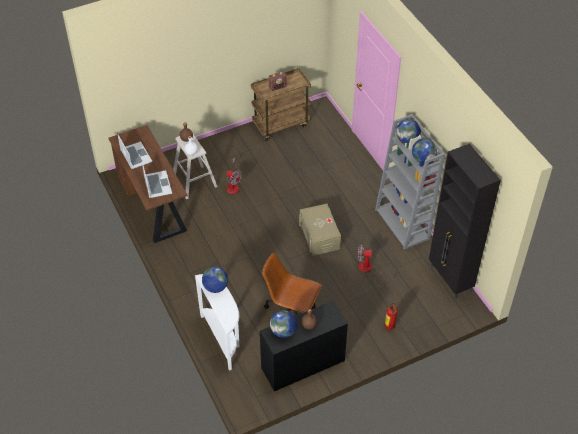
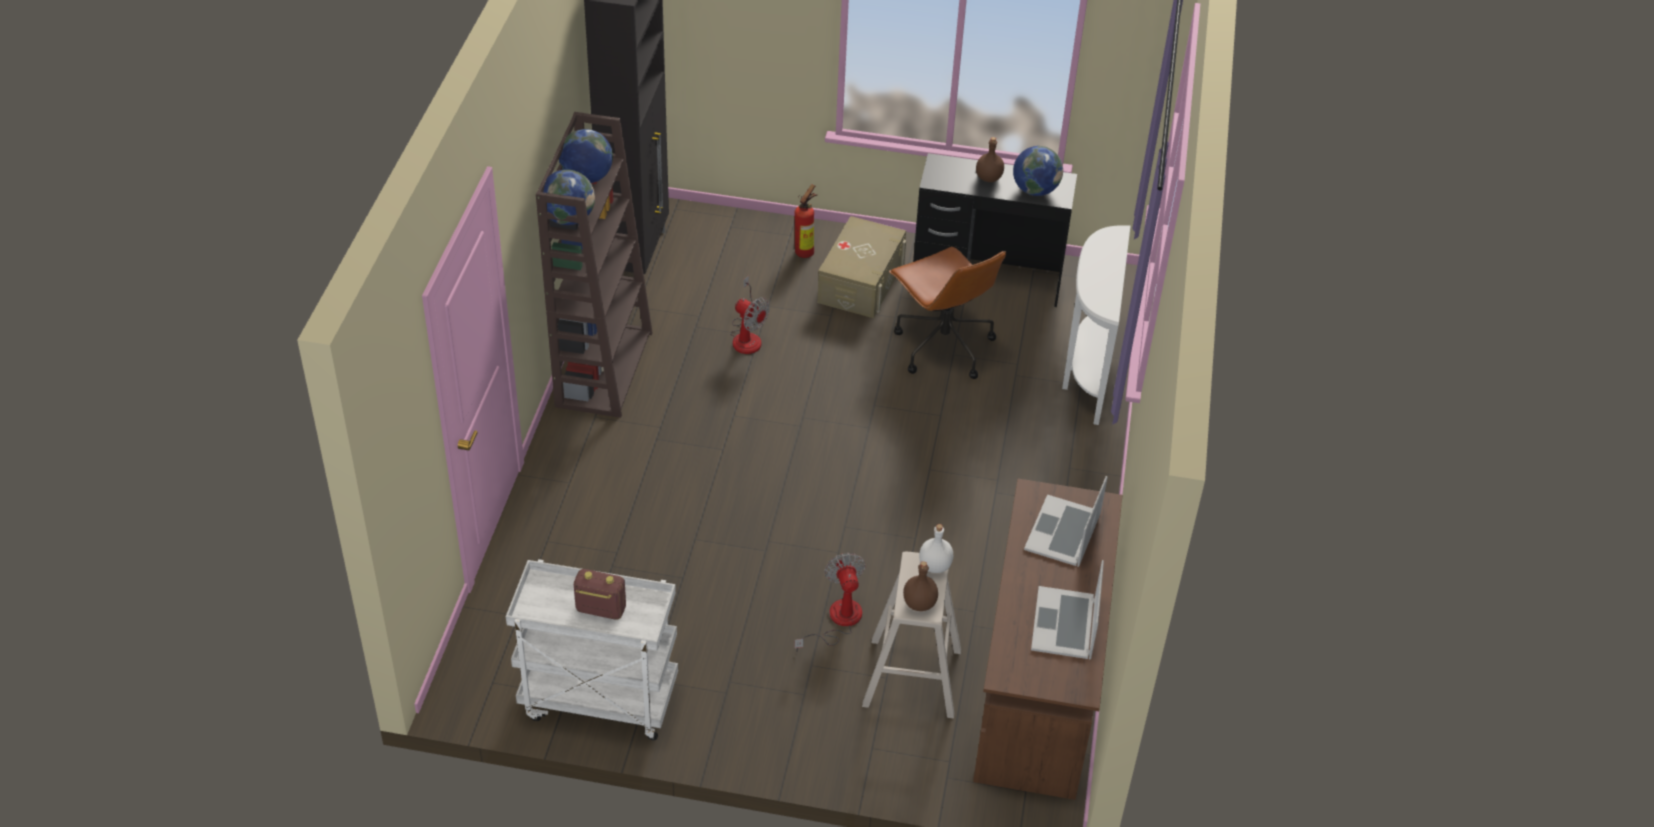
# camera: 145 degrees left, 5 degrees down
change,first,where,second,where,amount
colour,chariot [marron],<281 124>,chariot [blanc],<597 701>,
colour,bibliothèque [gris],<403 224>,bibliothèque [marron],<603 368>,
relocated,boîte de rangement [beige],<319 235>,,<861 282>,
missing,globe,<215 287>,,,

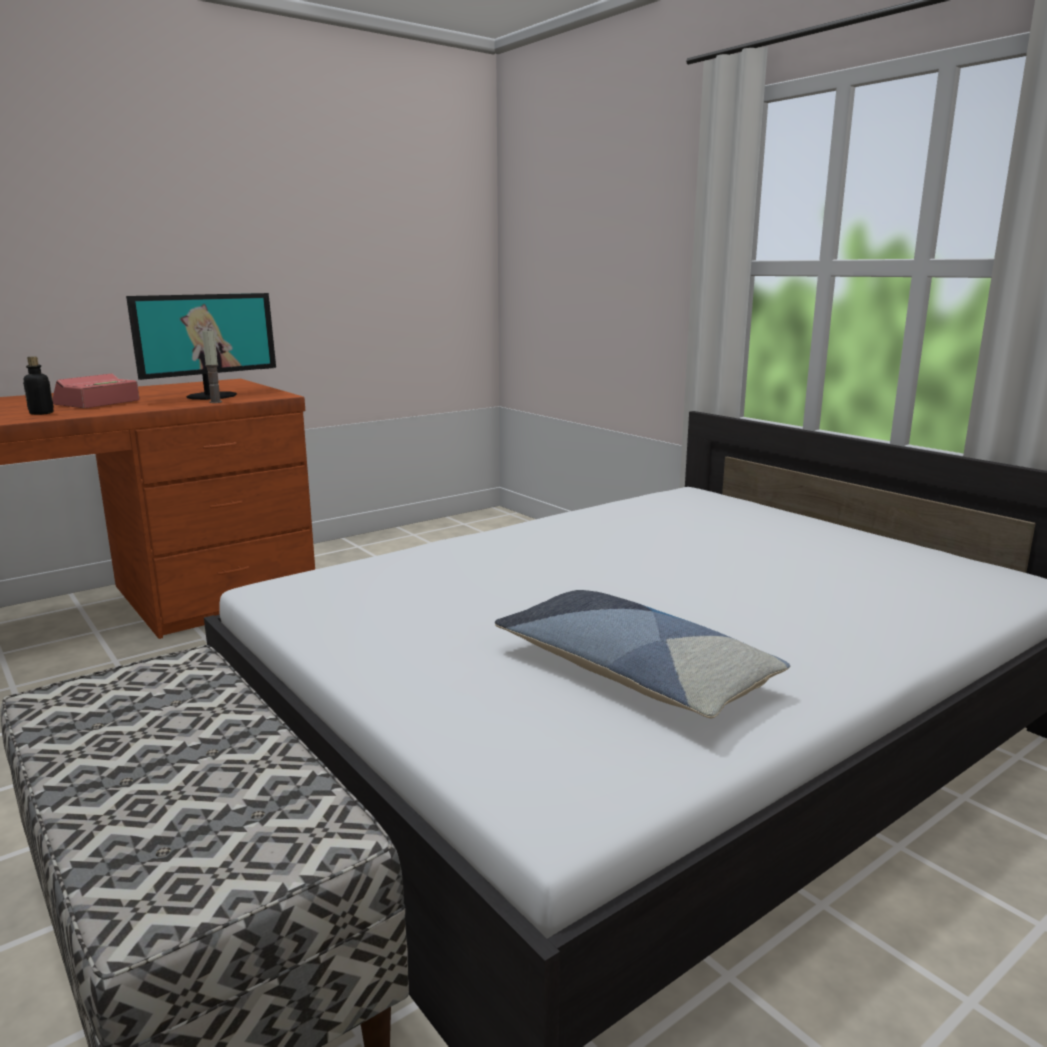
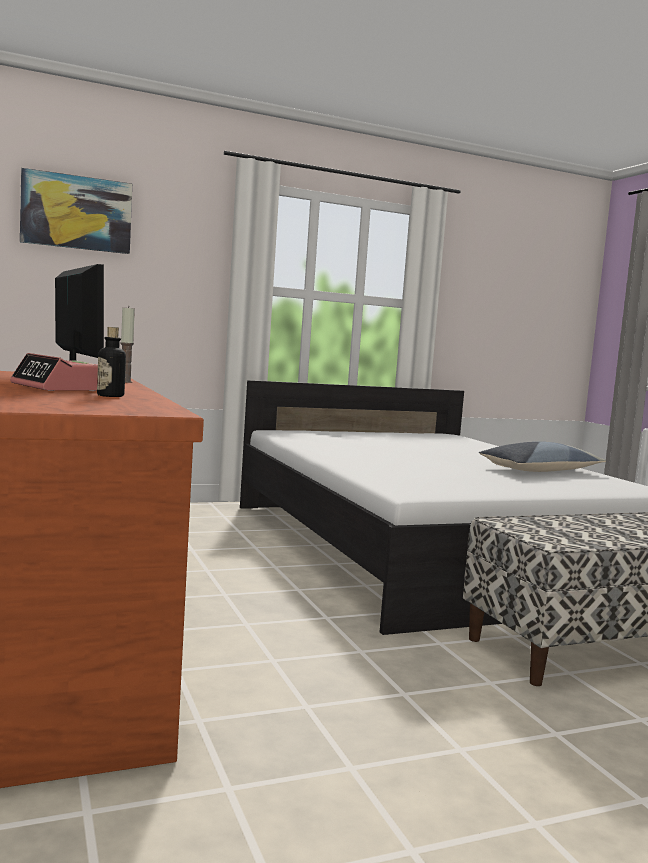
# camera: 75 degrees left, 10 degrees down
change,first,where,second,where,amount
appeared,,,tableau,<76 212>,

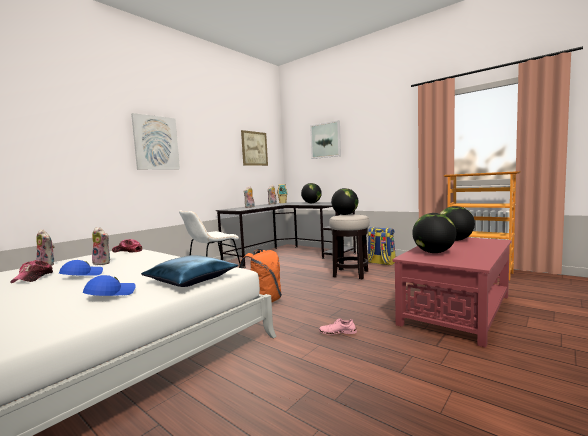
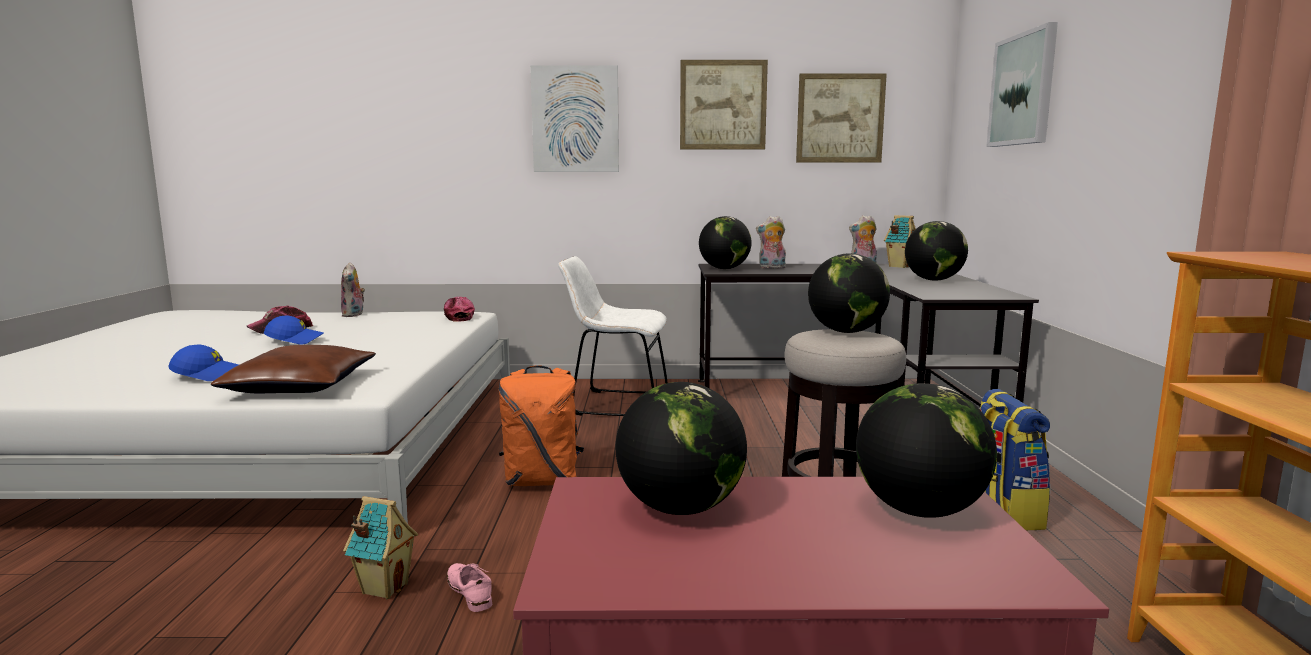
# camera: 50 degrees right, 5 degrees up
change,first,where,second,where,amount
missing,peluche,<103 263>,,,
colour,coussin [bleu],<190 280>,coussin [marron],<301 385>,
appeared,,,tableau,<723 105>,
appeared,,,globe,<724 268>,
appeared,,,maison miniature,<384 588>,

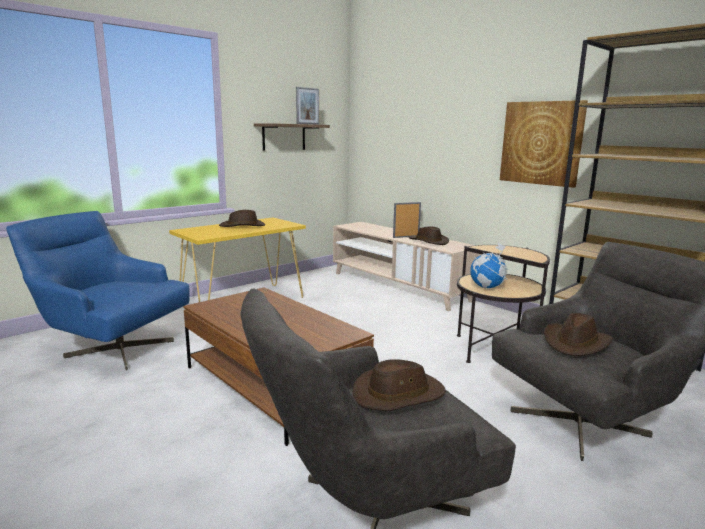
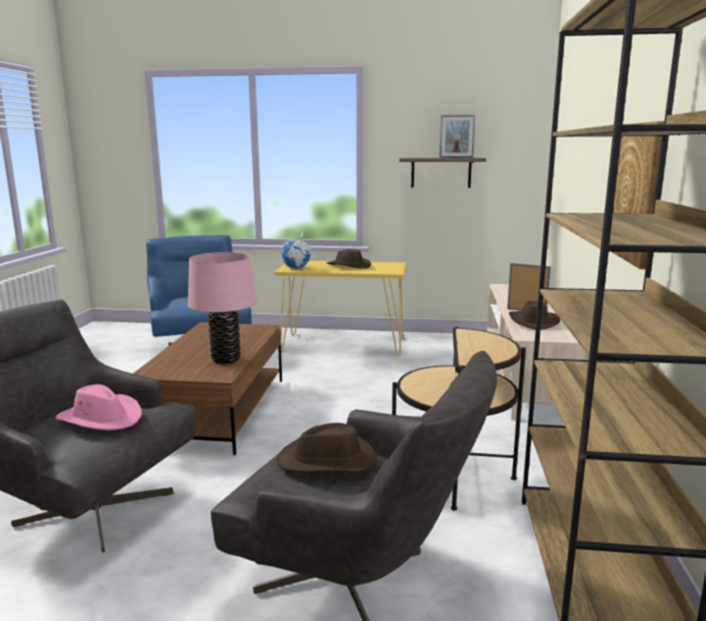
# camera: 50 degrees right, 0 degrees up
change,first,where,second,where,amount
relocated,globe,<487 287>,,<296 268>,
colour,chapeau [marron],<398 394>,chapeau [rose],<101 418>,
appeared,,,lampe de table [rose],<226 359>,

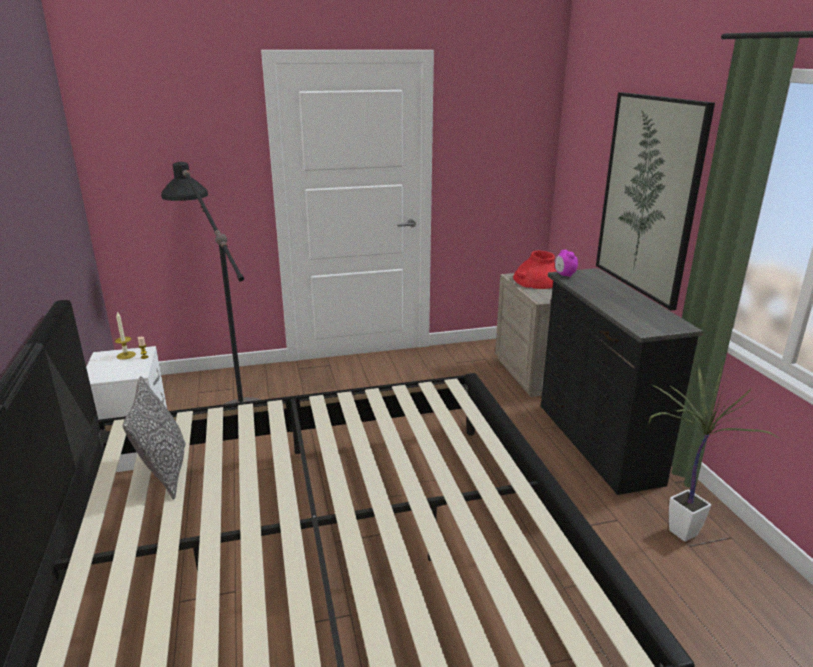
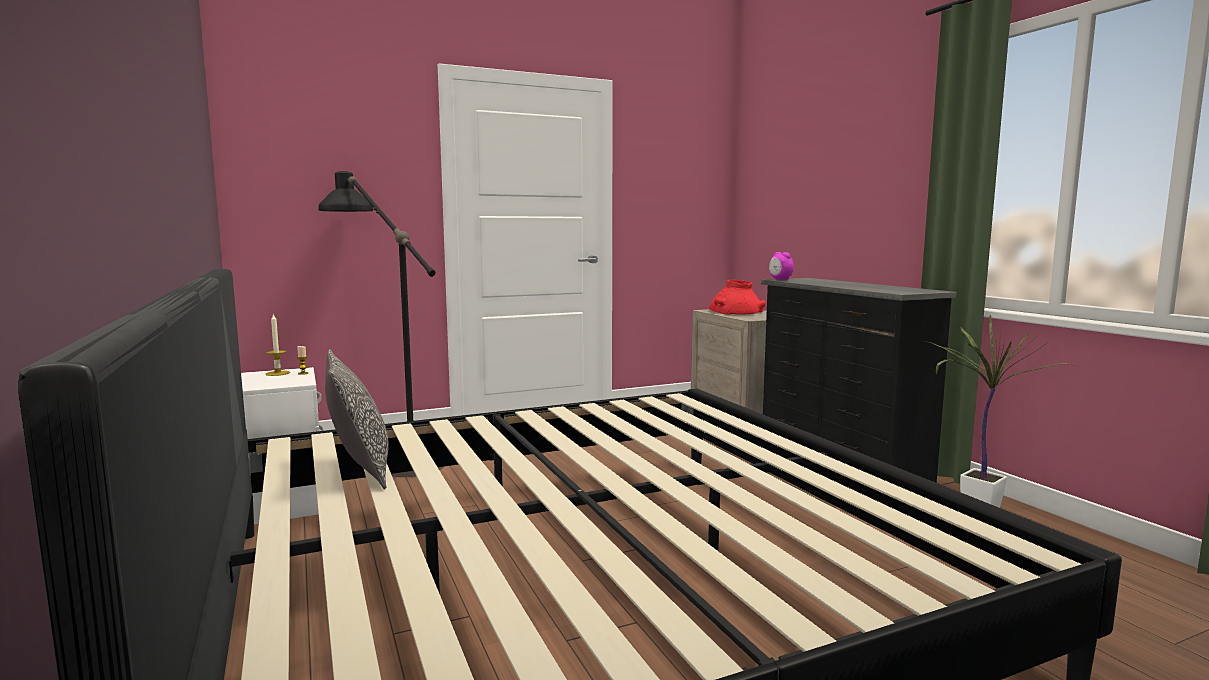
# camera: 10 degrees left, 15 degrees down
change,first,where,second,where,amount
missing,tableau,<648 197>,,,

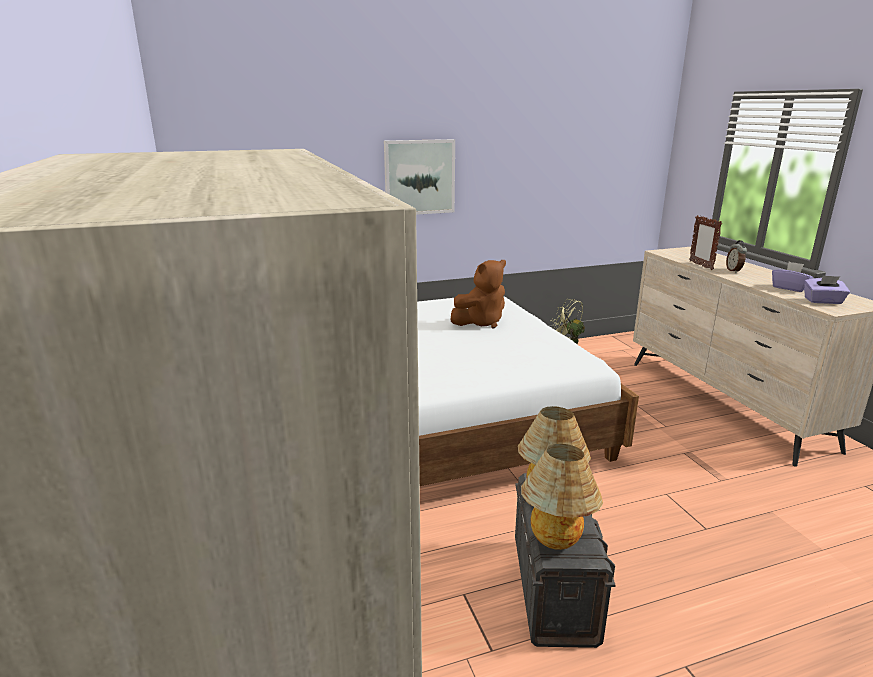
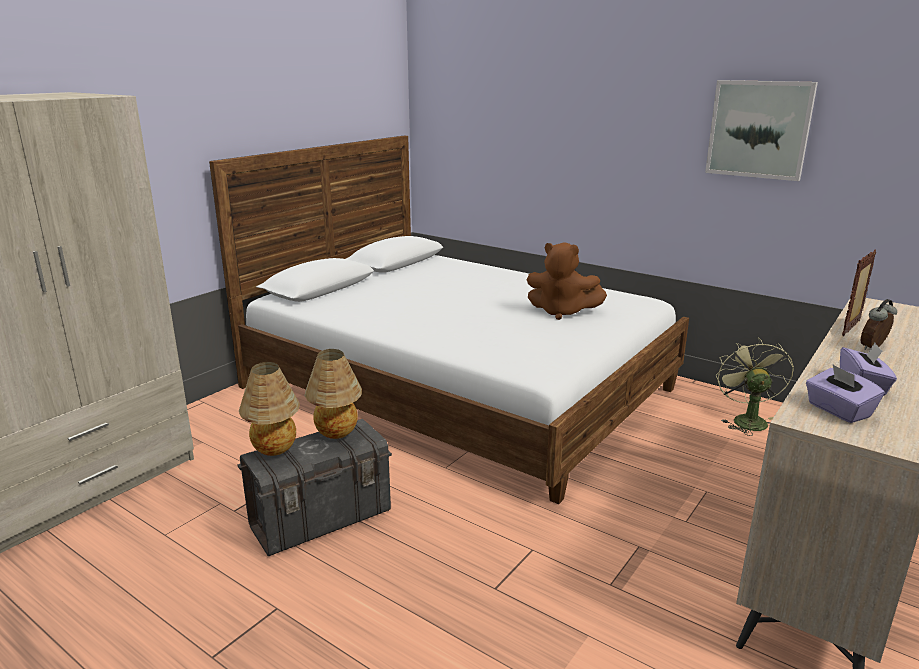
# camera: 55 degrees right, 0 degrees up
change,first,where,second,where,amount
relocated,tableau,<419 177>,,<759 129>,

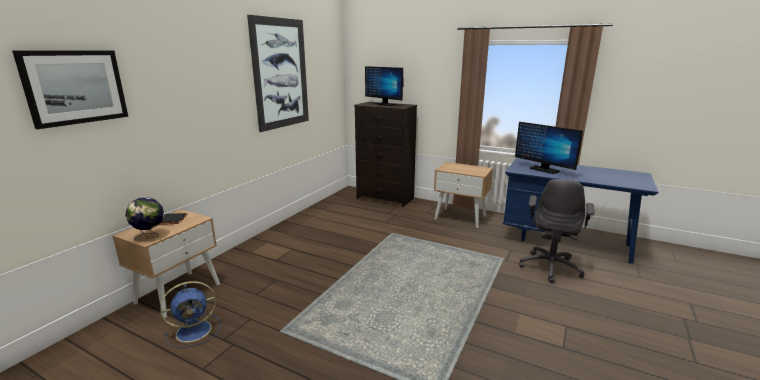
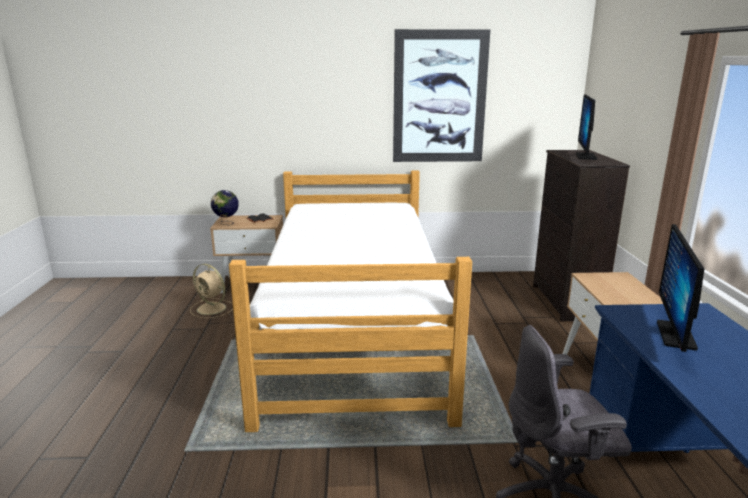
# camera: 60 degrees right, 0 degrees up
change,first,where,second,where,amount
missing,tableau,<75 87>,,,
colour,ventilateur [bleu],<195 330>,ventilateur [beige],<212 309>,
appeared,,,lit,<354 331>,

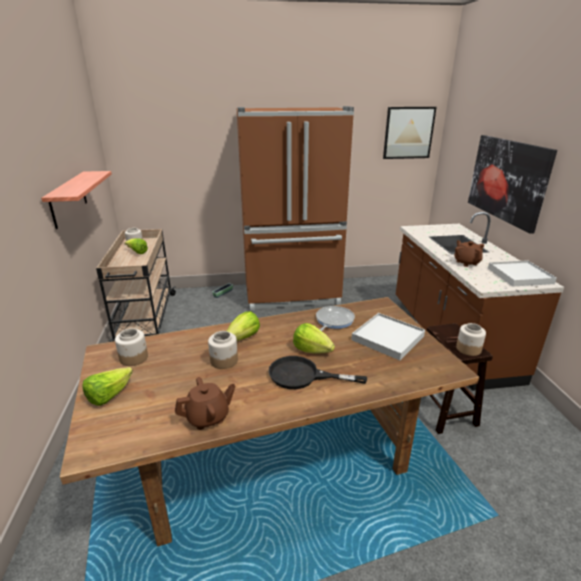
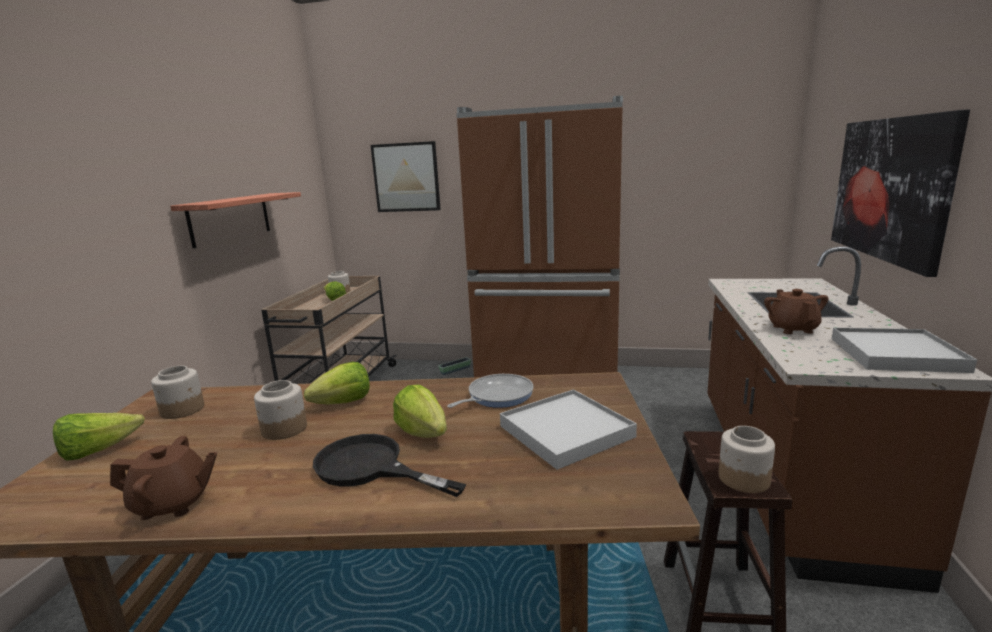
# camera: 20 degrees right, 10 degrees down
change,first,where,second,where,amount
relocated,tableau,<408 133>,,<406 177>,

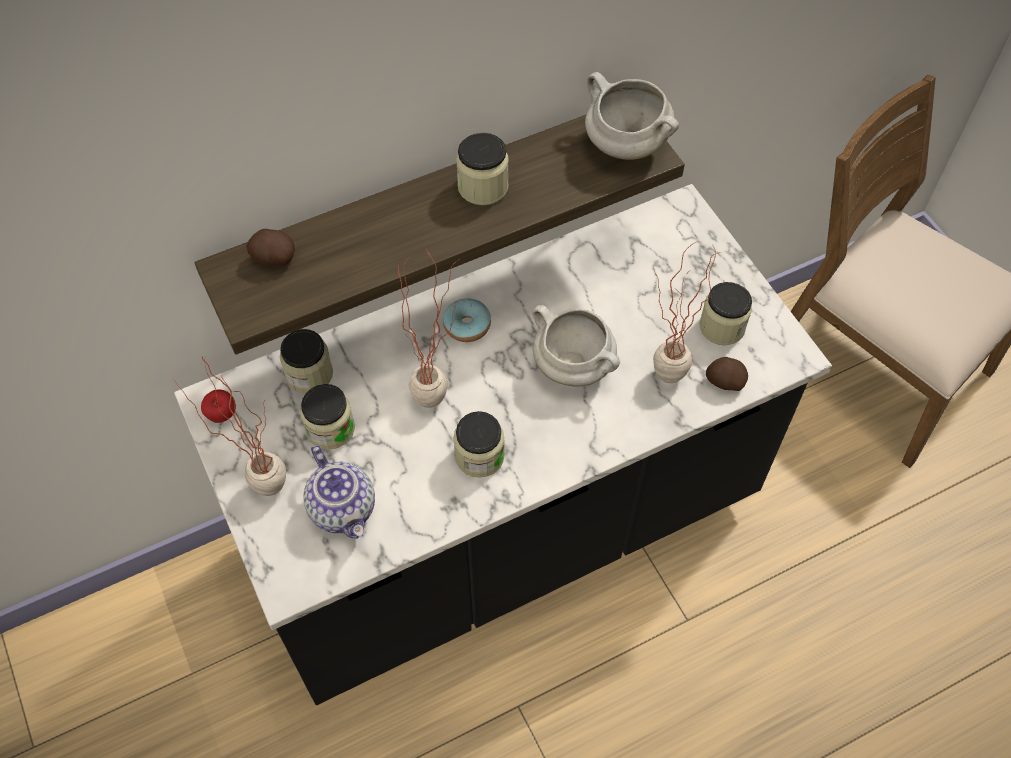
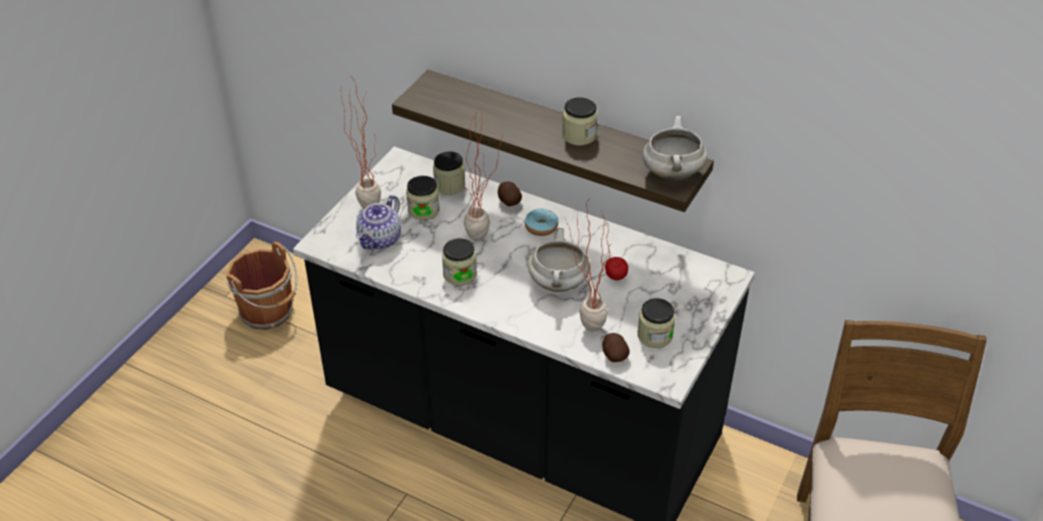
# camera: 55 degrees right, 15 degrees down
change,first,where,second,where,amount
relocated,pomme de terre,<273 258>,,<508 201>,
relocated,pomme,<222 416>,,<615 278>,
appeared,,,seau [marron],<269 312>,

